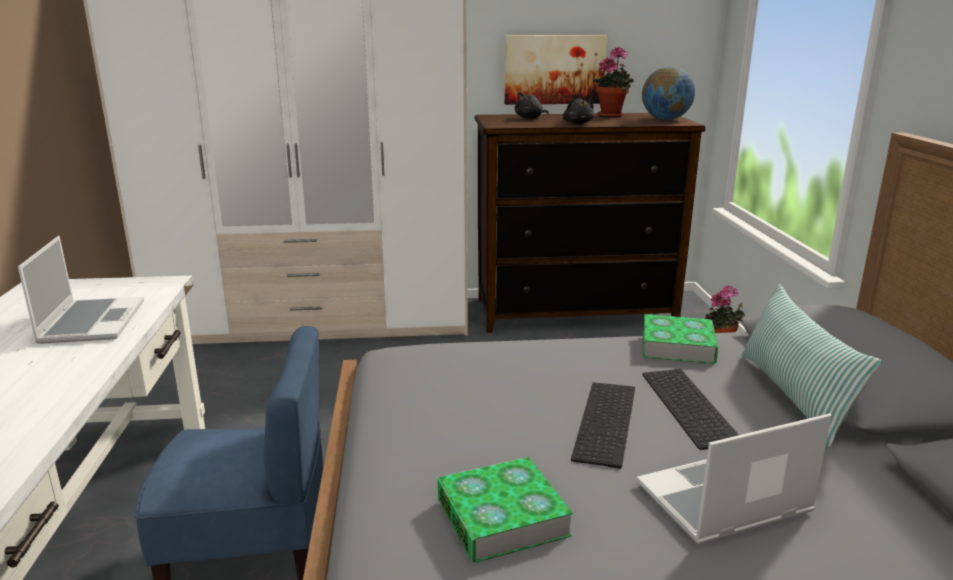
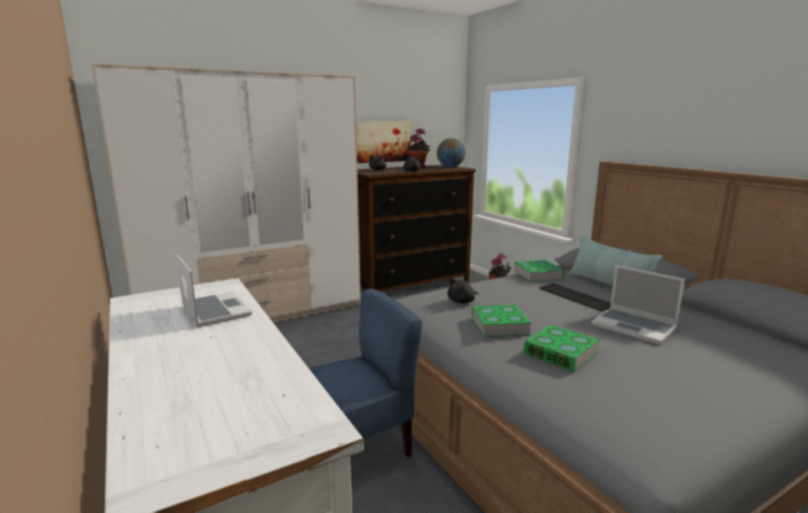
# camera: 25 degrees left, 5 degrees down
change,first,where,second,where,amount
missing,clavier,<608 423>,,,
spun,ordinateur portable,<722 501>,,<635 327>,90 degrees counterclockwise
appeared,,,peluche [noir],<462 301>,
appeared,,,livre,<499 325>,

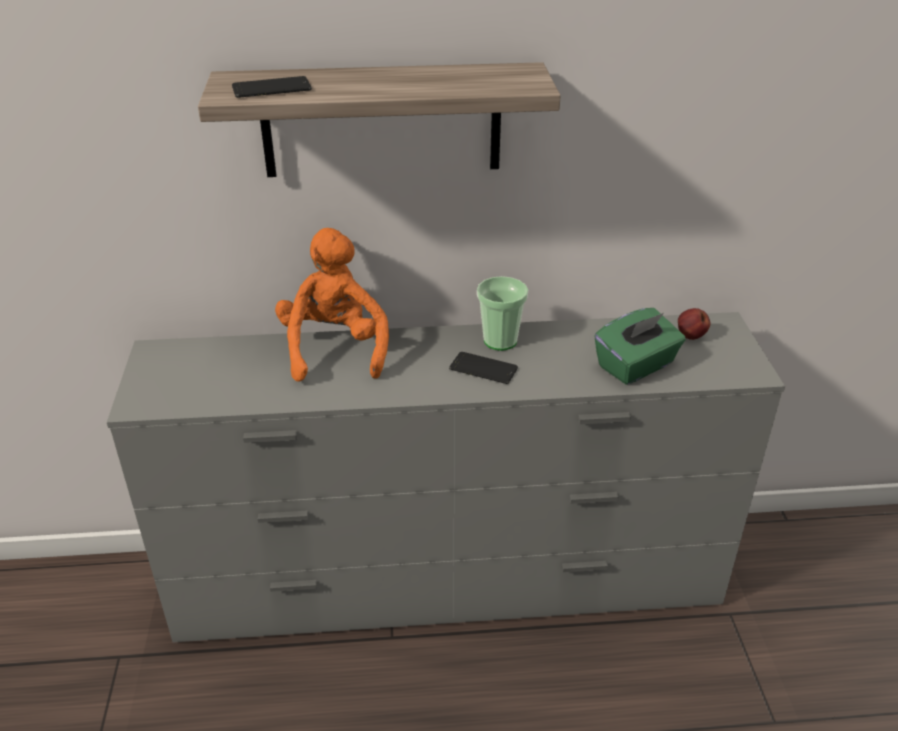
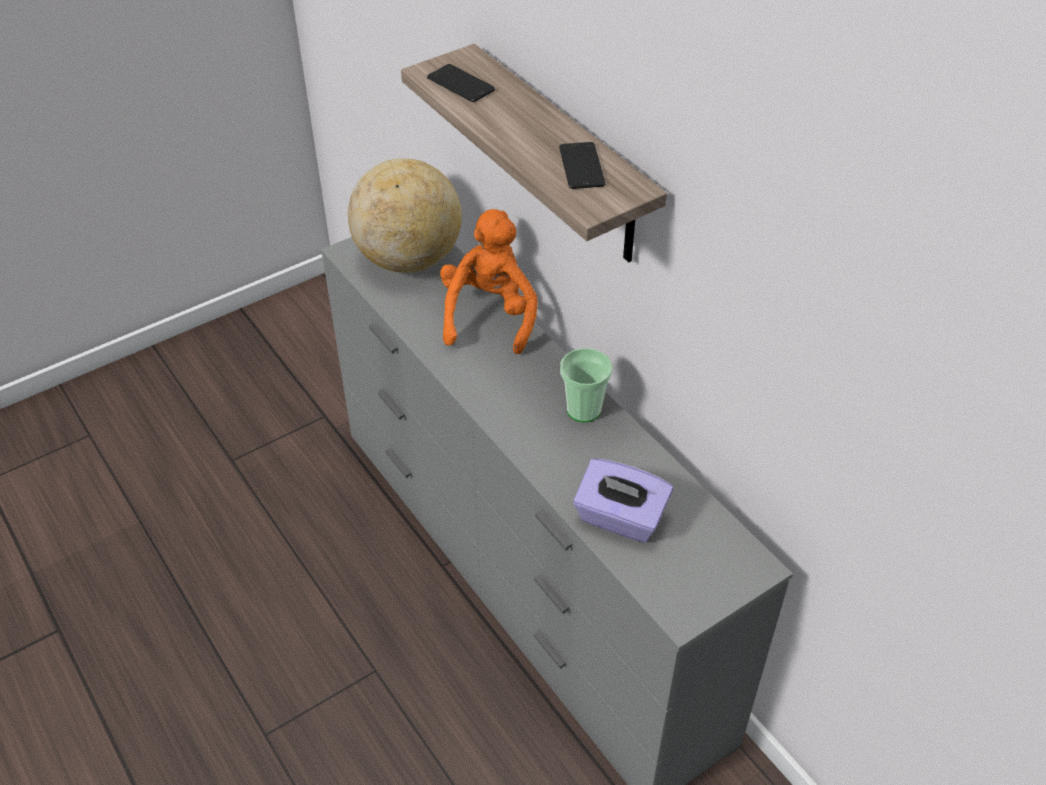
# camera: 60 degrees right, 10 degrees up
change,first,where,second,where,amount
spun,peluche [orange],<334 349>,,<489 316>,45 degrees counterclockwise
colour,boîte à mouchoirs [vert],<636 366>,boîte à mouchoirs [violet],<620 518>,
missing,pomme,<690 336>,,,
relocated,téléphone,<483 368>,,<581 166>,
appeared,,,globe,<409 259>,

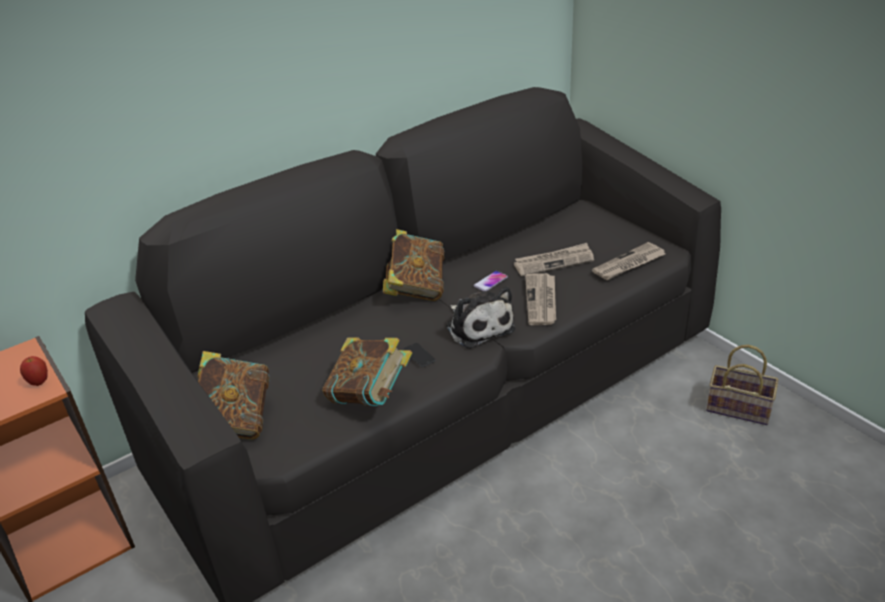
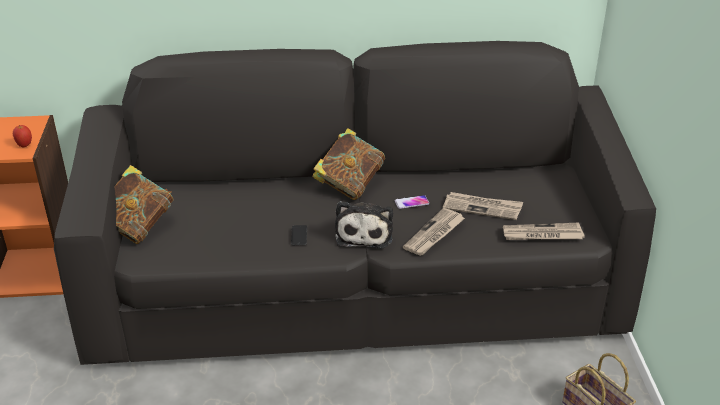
# camera: 30 degrees right, 0 degrees up
change,first,where,second,where,amount
missing,livre,<370 396>,,,

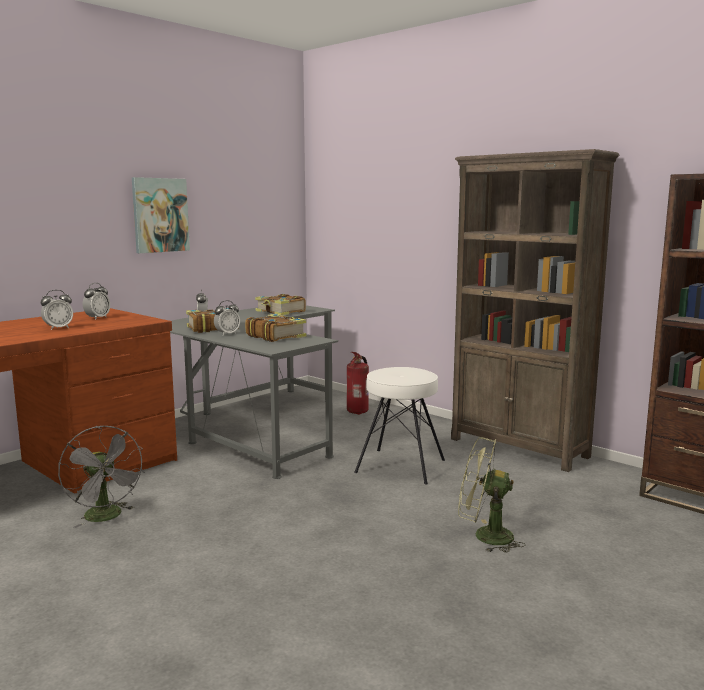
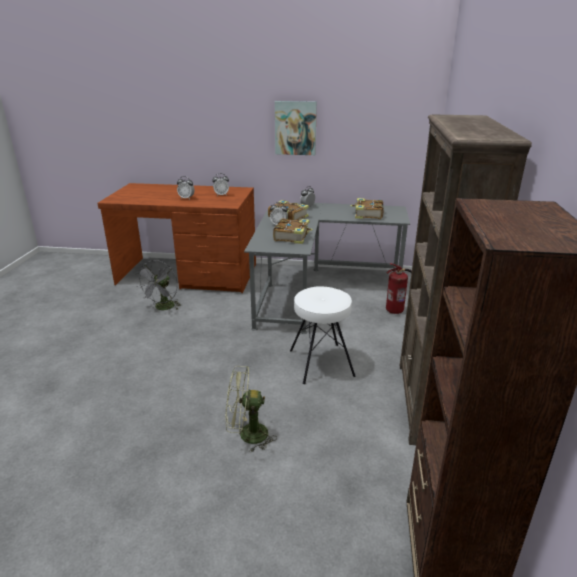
# camera: 55 degrees right, 15 degrees up
change,first,where,second,where,amount
spun,ventilateur [vert],<484 536>,,<247 435>,75 degrees counterclockwise

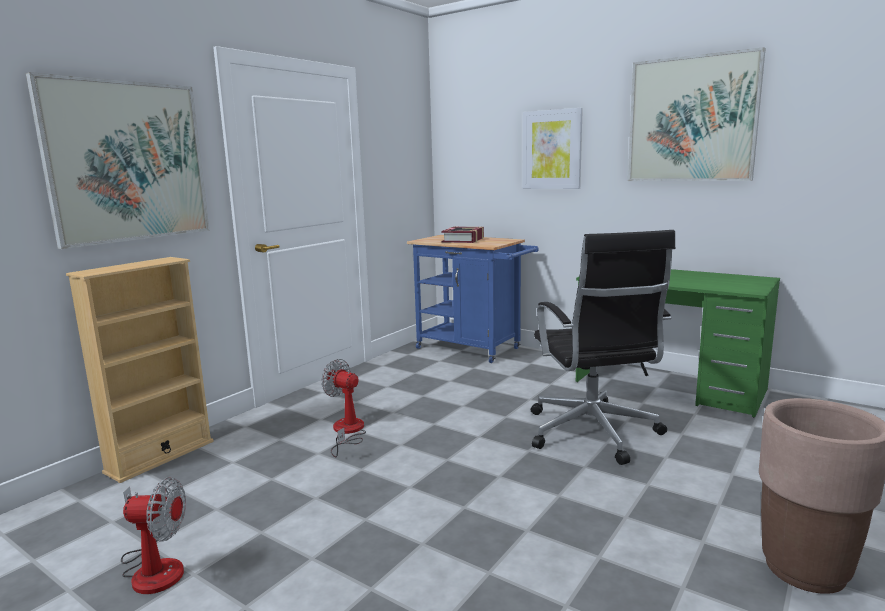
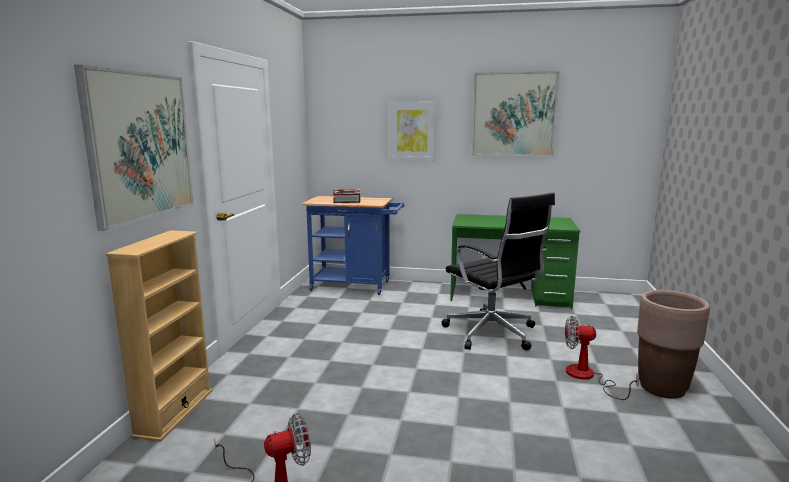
# camera: 25 degrees left, 0 degrees up
change,first,where,second,where,amount
relocated,ventilateur,<347 432>,,<587 377>,

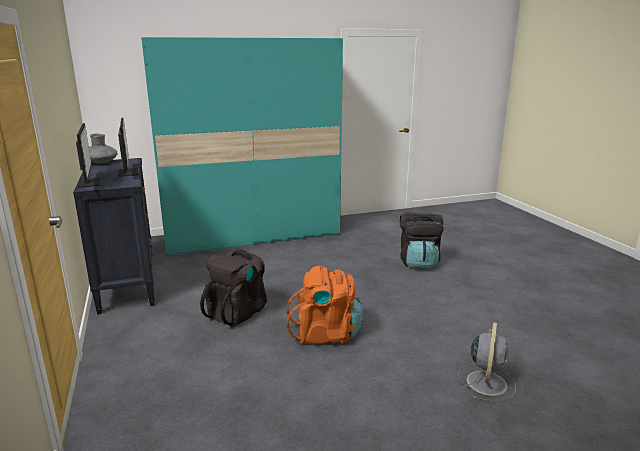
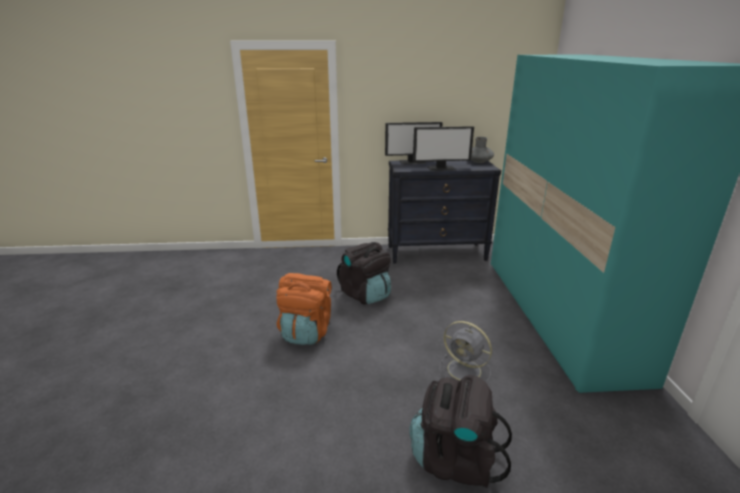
# camera: 105 degrees right, 5 degrees up
change,first,where,second,where,amount
relocated,ventilateur [gris],<486 382>,,<465 370>,

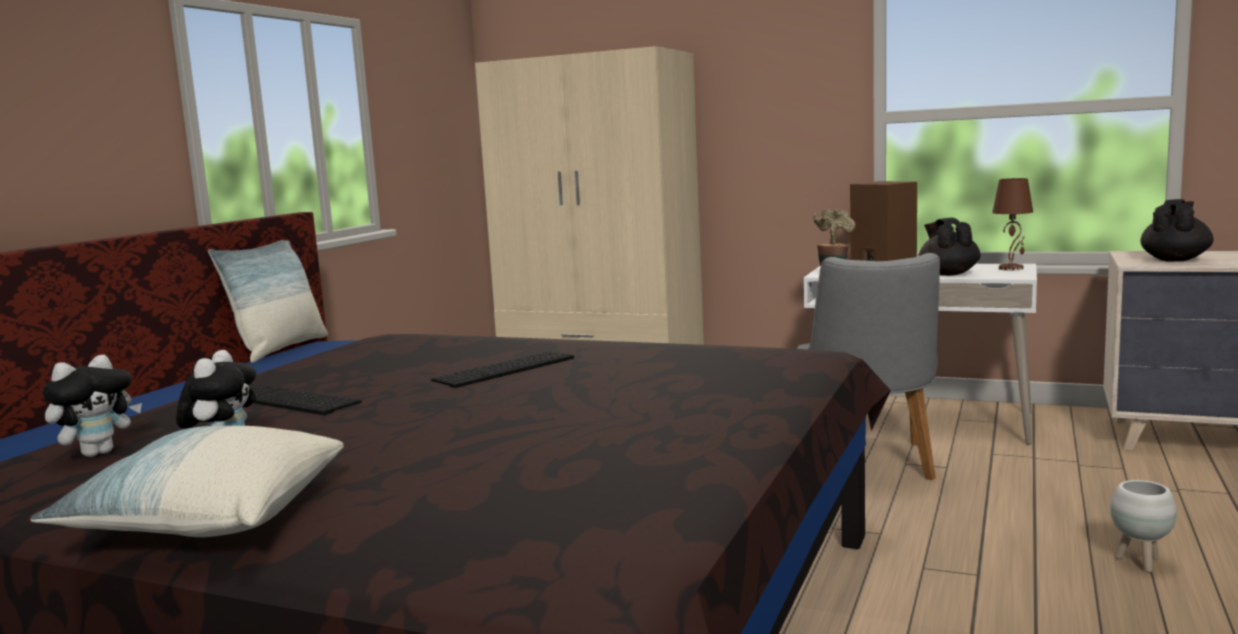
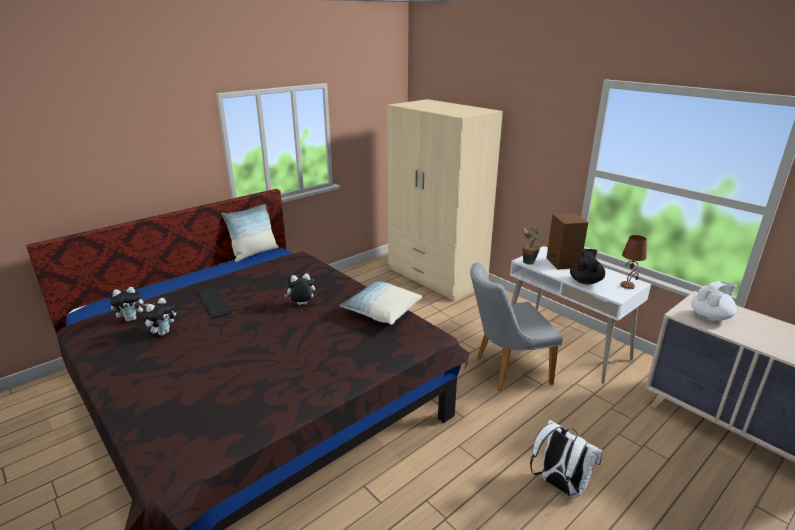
# camera: 25 degrees right, 15 degrees up
change,first,where,second,where,amount
colour,théière [noir],<1175 260>,théière [blanc],<710 317>,
spun,chaise [gris],<870 466>,,<505 370>,45 degrees clockwise
exchanged,clavier,<505 370>,peluche,<301 305>,
relocated,coussin,<207 519>,,<381 311>,
exchanged,cache-pot [blanc],<1139 563>,sac à dos [blanc],<559 485>,

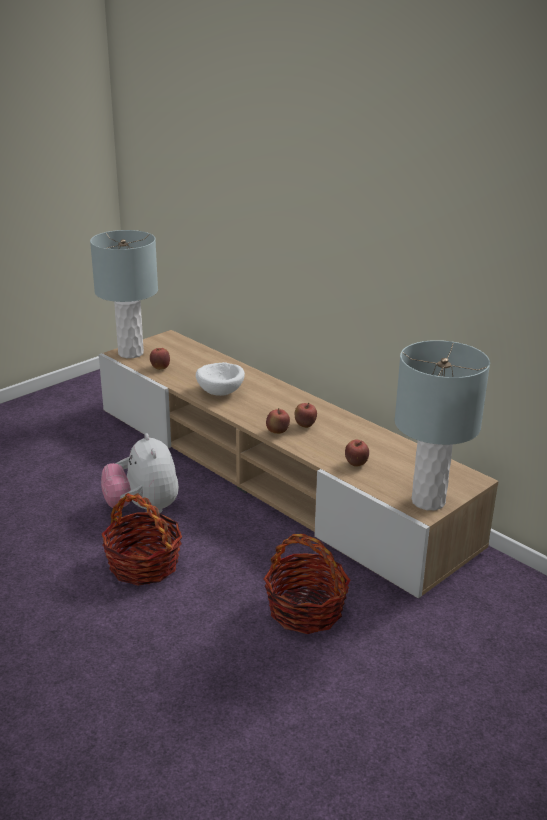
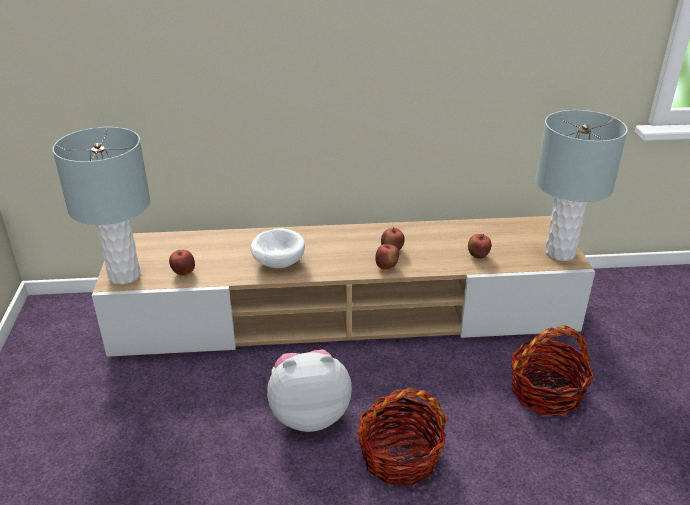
# camera: 50 degrees left, 5 degrees up
change,first,where,second,where,amount
spun,peluche,<143 508>,,<309 414>,150 degrees clockwise

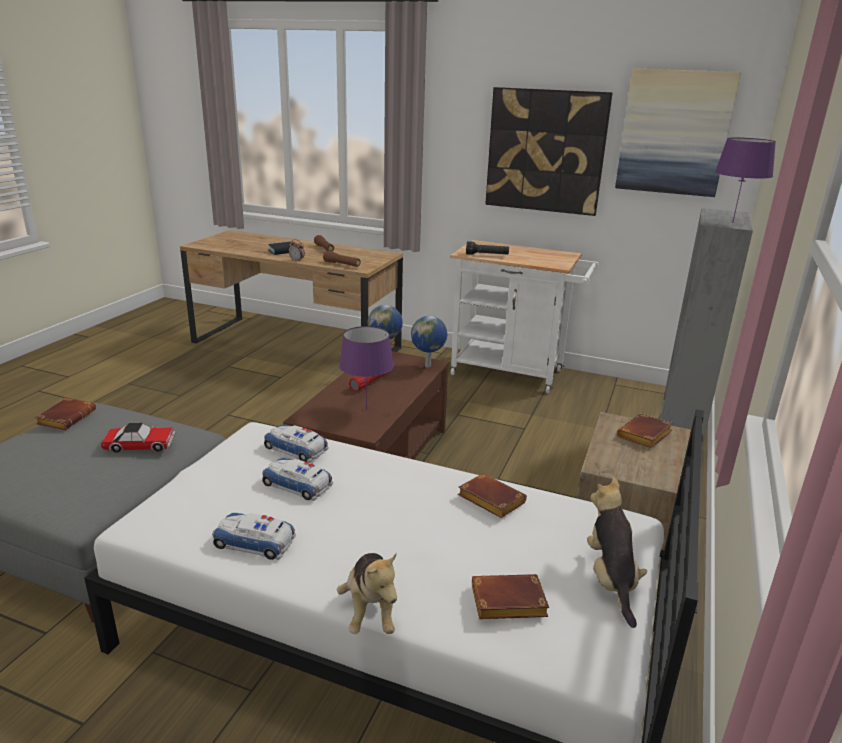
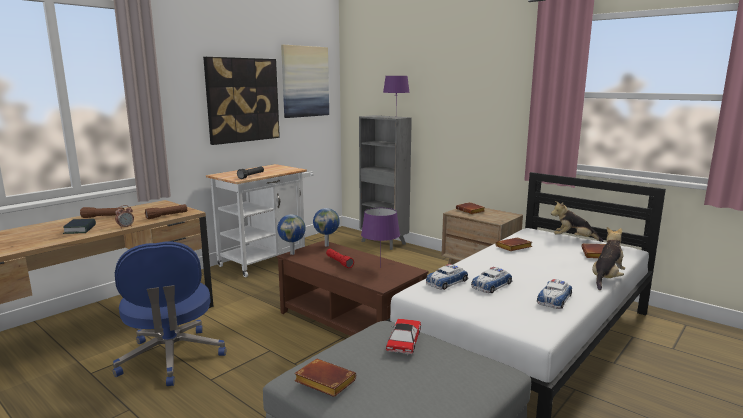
# camera: 70 degrees left, 10 degrees down
change,first,where,second,where,amount
spun,peluche,<370 610>,,<606 279>,60 degrees counterclockwise
appeared,,,chaise de bureau [bleu],<171 358>,

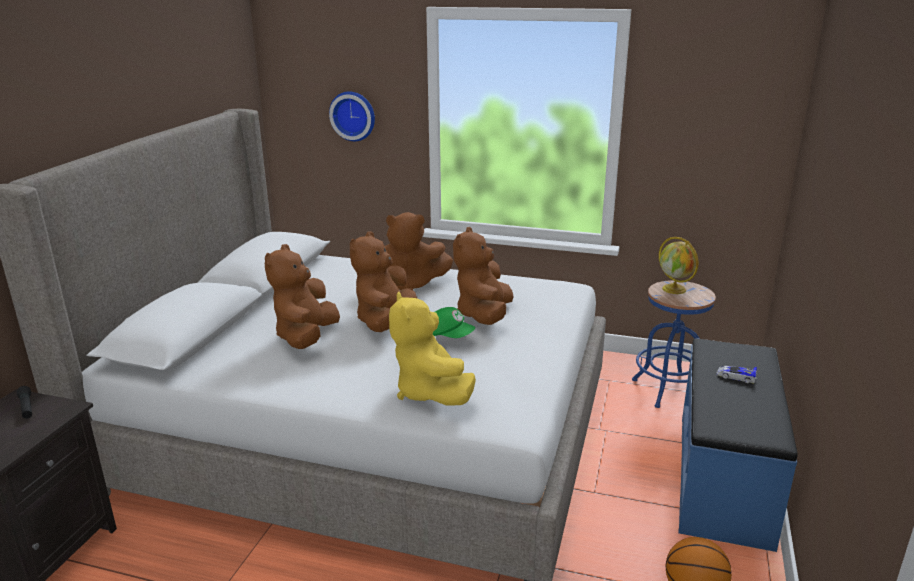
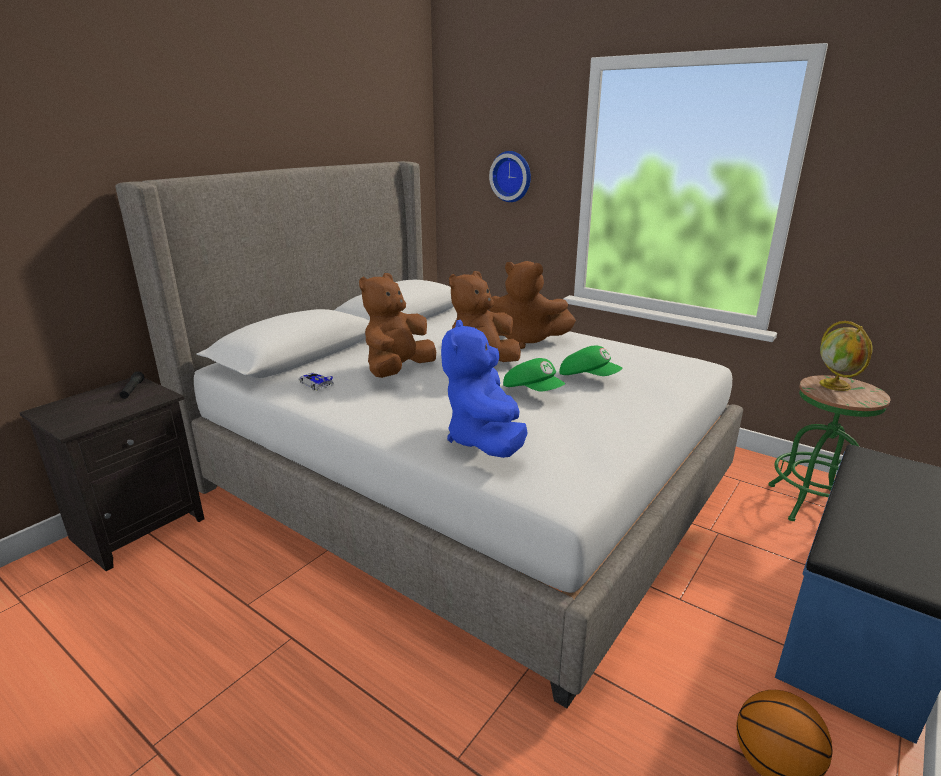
# camera: 20 degrees right, 0 degrees up
change,first,where,second,where,amount
exchanged,peluche [marron],<484 315>,casquette [vert],<588 377>,
colour,tabouret [bleu],<668 390>,tabouret [vert],<812 504>,
colour,peluche [jaune],<430 392>,peluche [bleu],<485 441>,
relocated,petite voiture,<736 376>,,<315 384>,

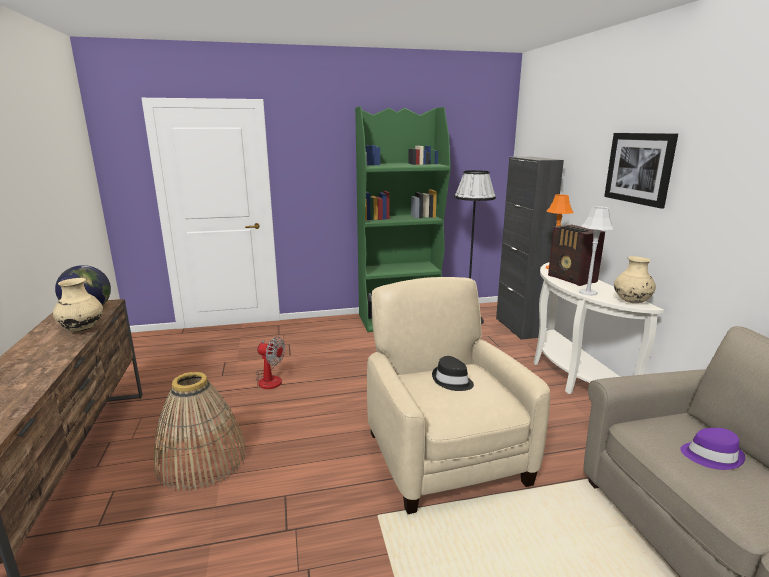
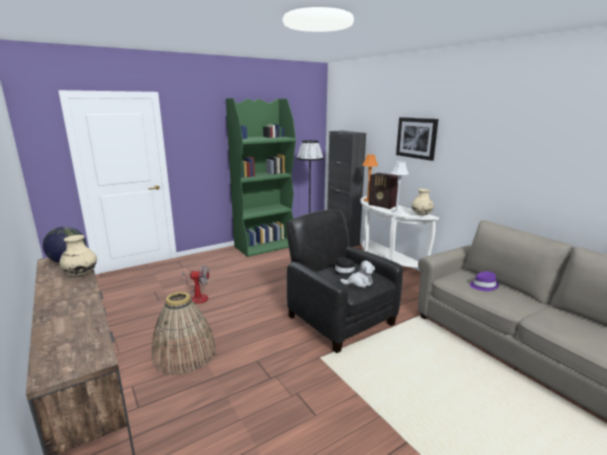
# camera: 20 degrees left, 0 degrees up
change,first,where,second,where,amount
colour,fauteuil [beige],<445 455>,fauteuil [noir],<339 319>,
appeared,,,peluche,<359 282>,

